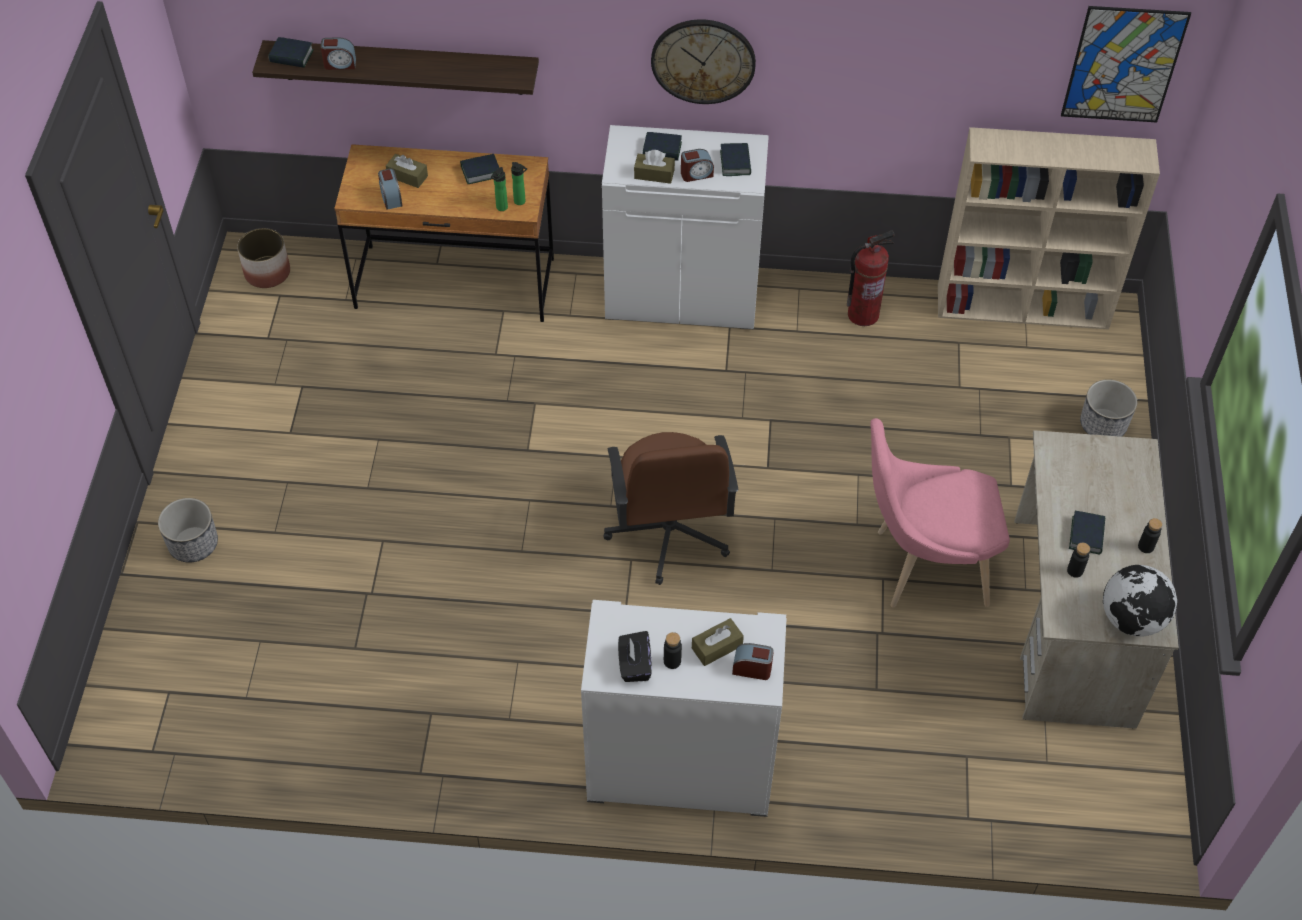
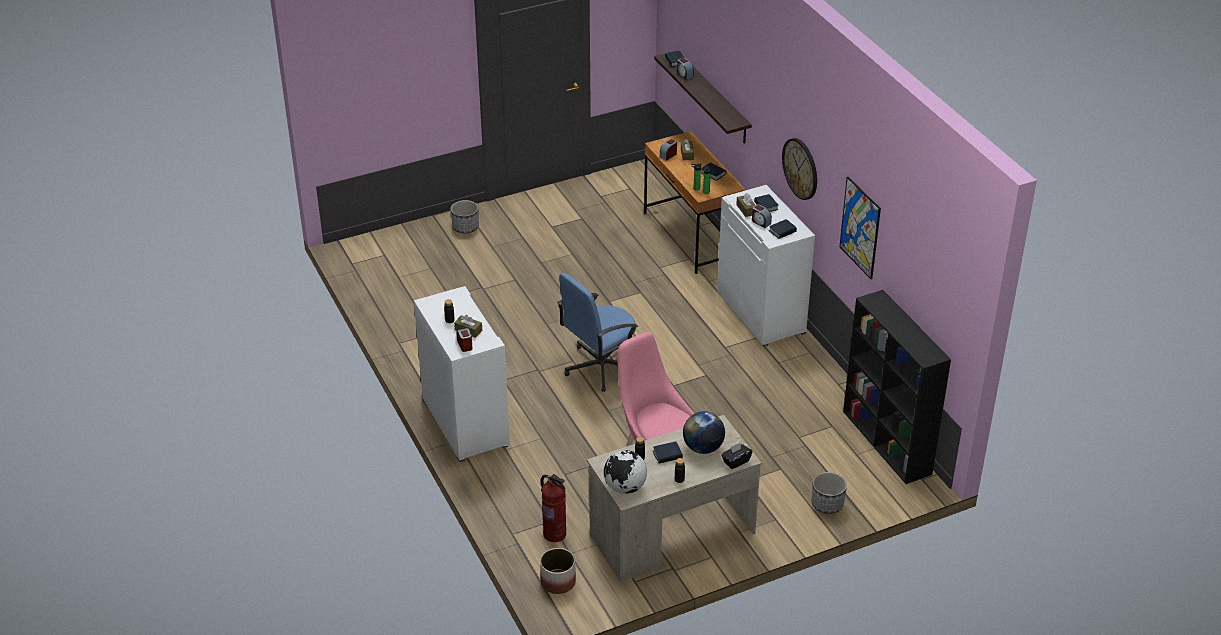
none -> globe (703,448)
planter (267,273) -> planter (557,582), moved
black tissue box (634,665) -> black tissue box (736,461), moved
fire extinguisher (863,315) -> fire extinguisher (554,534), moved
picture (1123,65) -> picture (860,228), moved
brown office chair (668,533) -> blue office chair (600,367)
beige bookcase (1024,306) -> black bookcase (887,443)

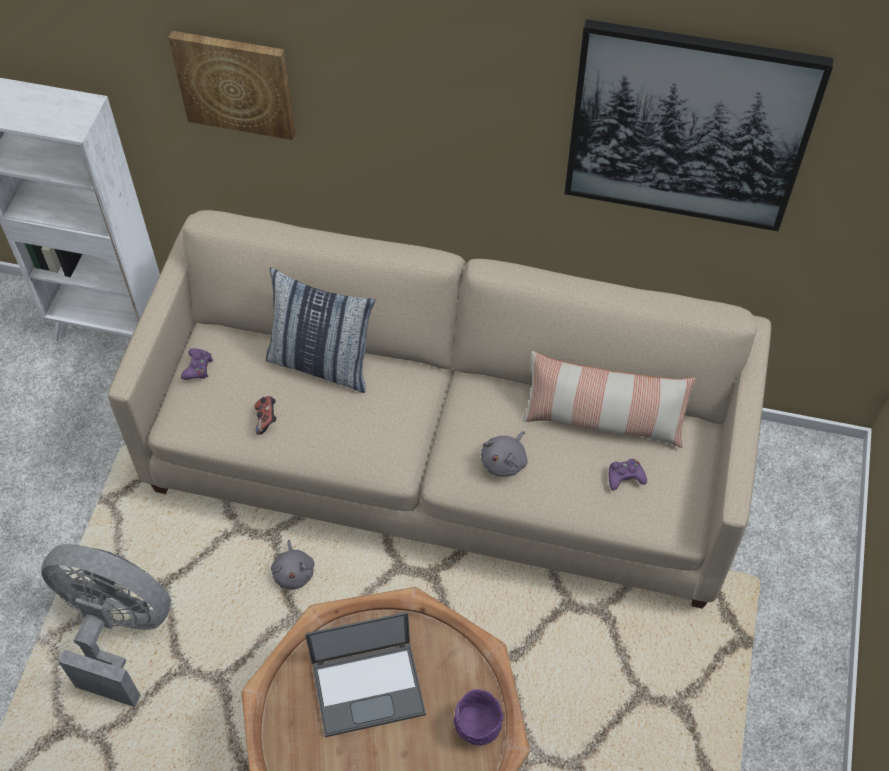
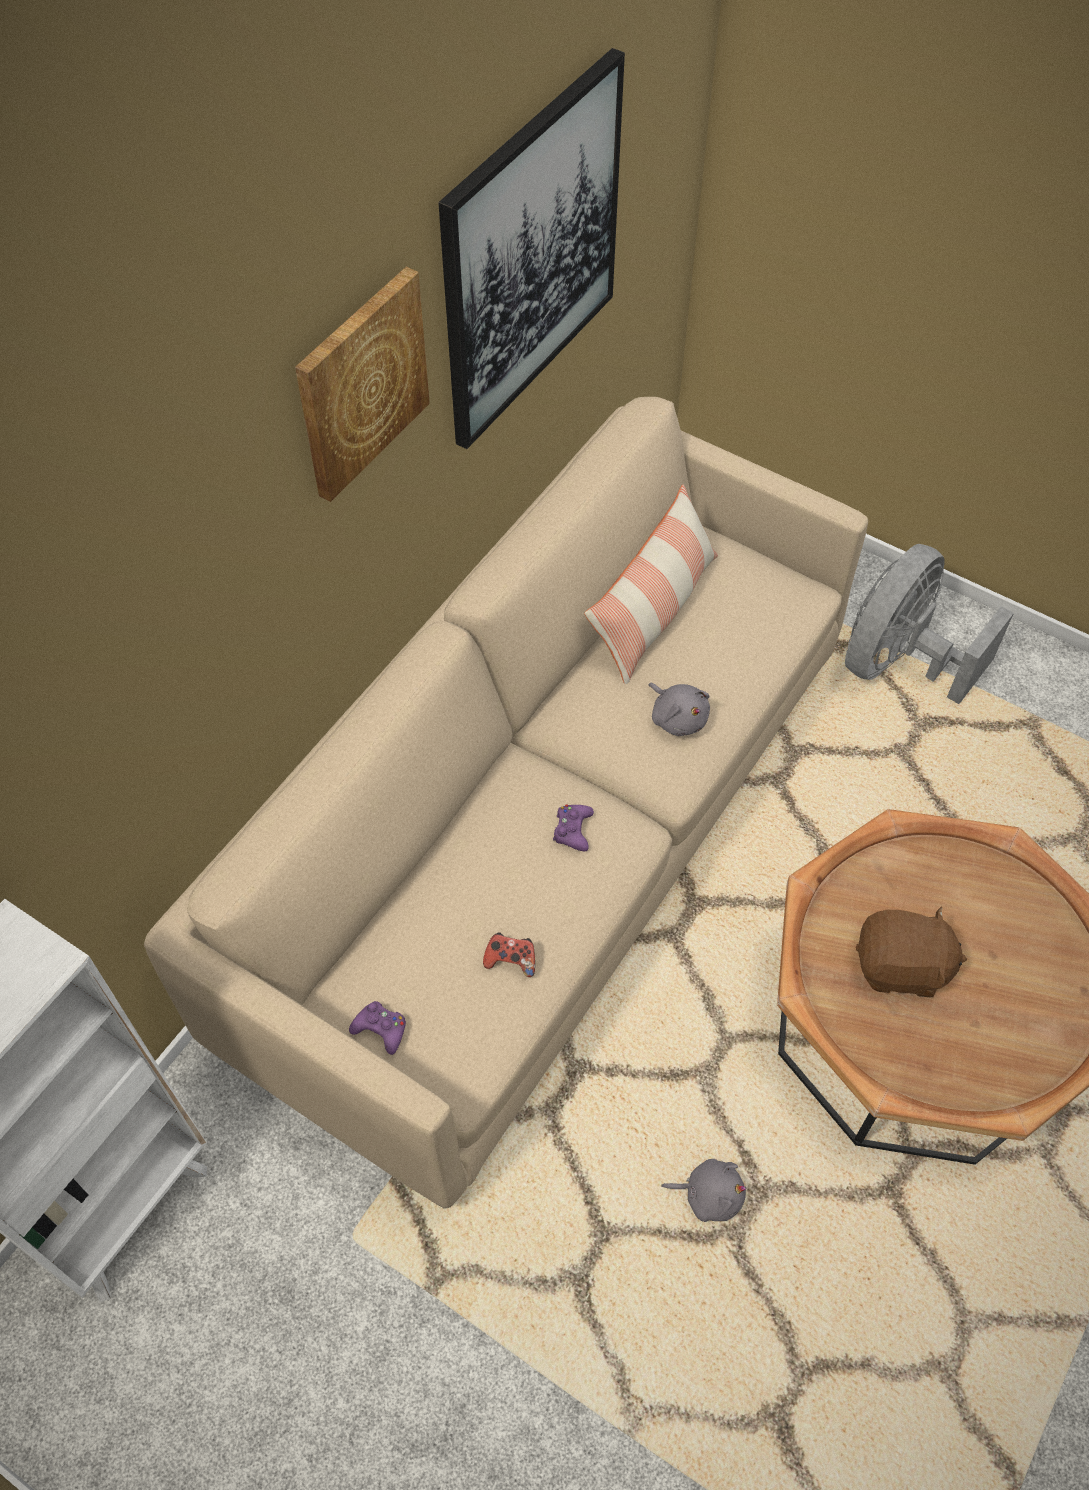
pillow (321,364) -> none
purple bowl (476,728) -> none
grey fan (117,631) -> grey fan (899,663), moved
picture (235,83) -> picture (361,383), moved
grey plush toy (294,572) -> grey plush toy (709,1195), moved
purple game controller (625,477) -> purple game controller (572,830), moved
laptop (369,687) -> brown plush toy (901,967)

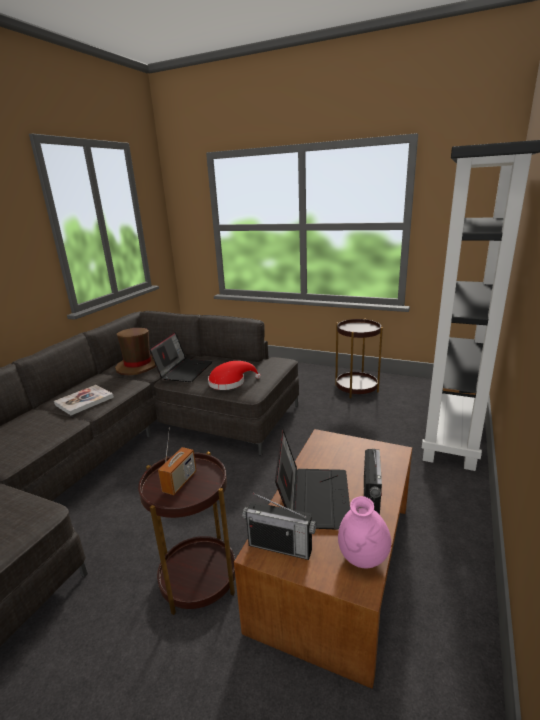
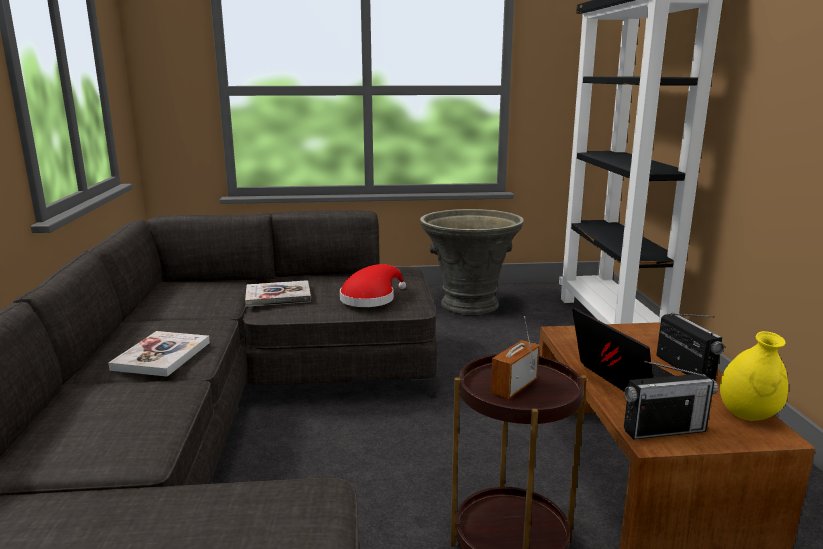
brown hat (138,366) -> none
laptop (184,370) -> book (278,296)
brown side table (356,388) -> grey planter (469,304)
pink vase (362,558) -> yellow vase (748,415)
radio (180,482) -> radio (514,387), 135 degrees counterclockwise

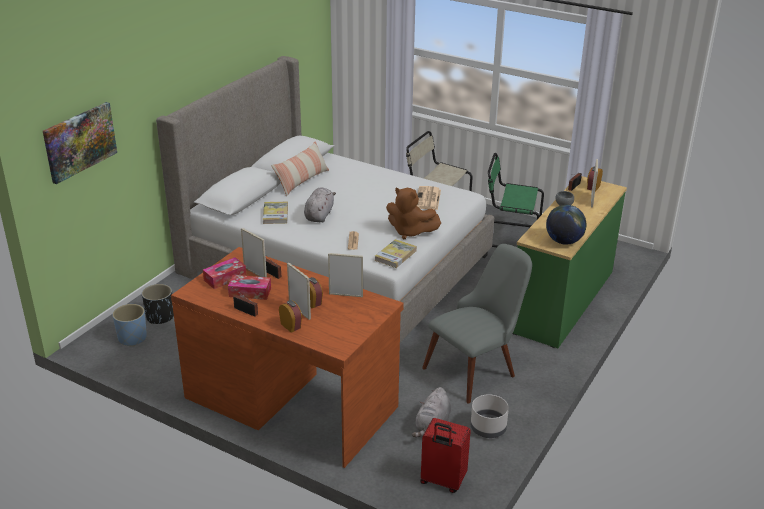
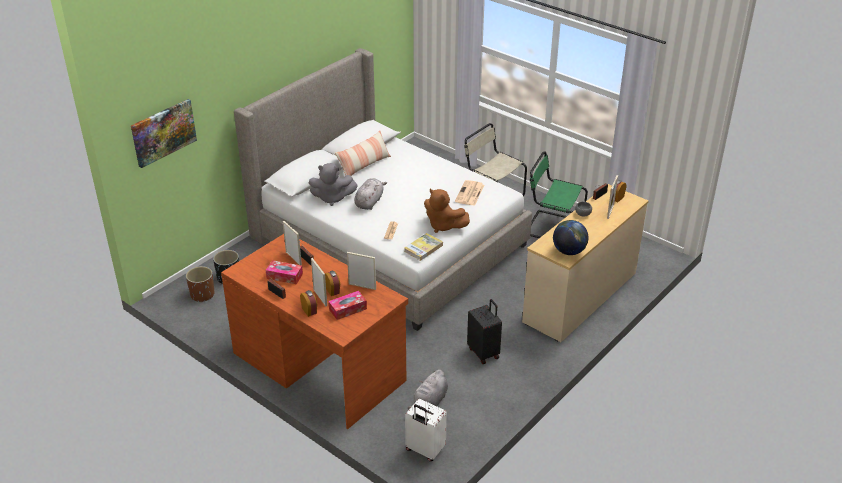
grey planter (488,428) -> none
tissue box (225,278) -> tissue box (348,309), moved
book (275,214) -> grey plush toy (332,198)
grey chair (477,367) -> black suitcase (484,352)
blue planter (132,338) -> brown planter (202,295)
red suitcase (442,481) -> white suitcase (424,450)
green dresser (563,301) -> beige dresser (581,297)

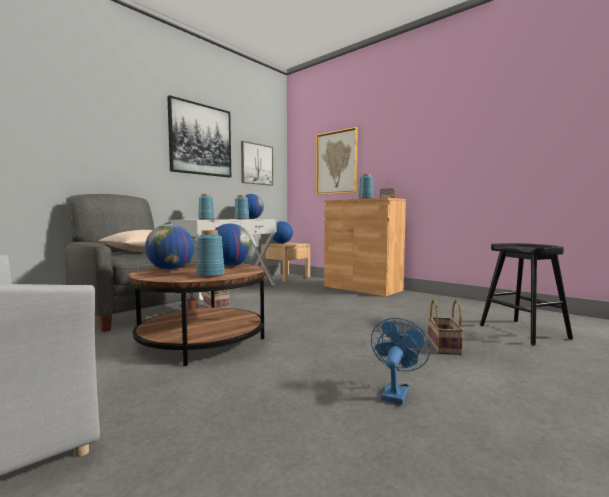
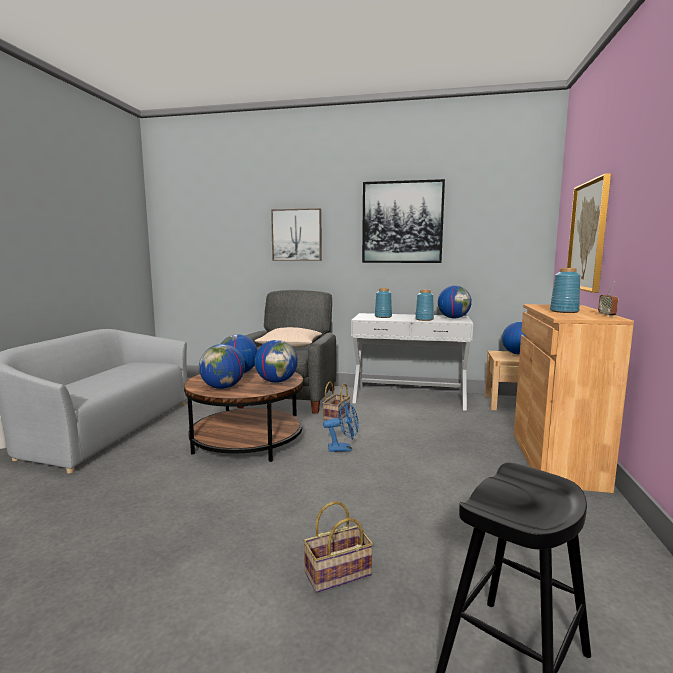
picture (256,164) -> picture (296,235), moved
blue fan (396,392) -> blue fan (343,449), moved
blue vase (210,275) -> globe (223,388)

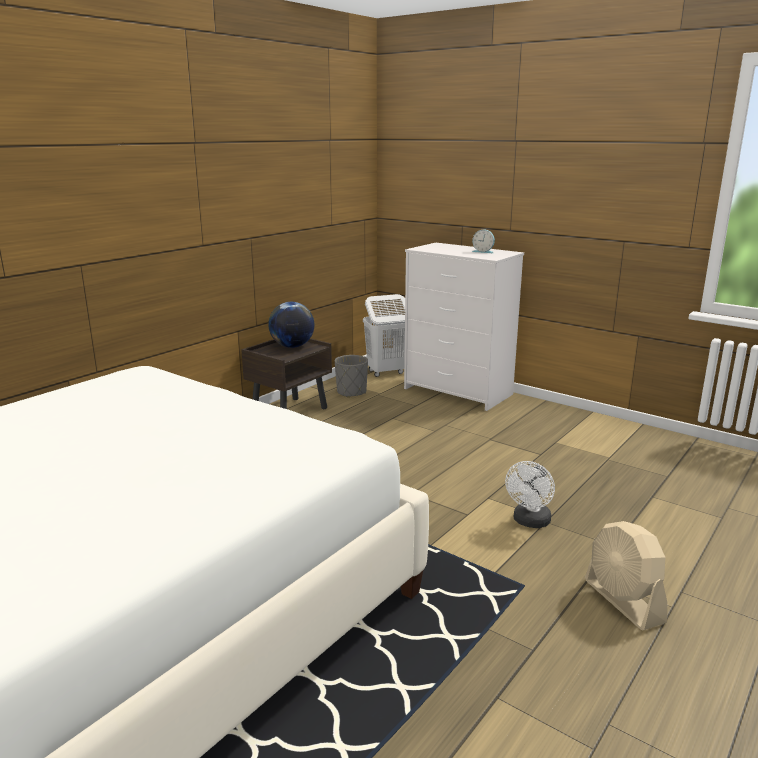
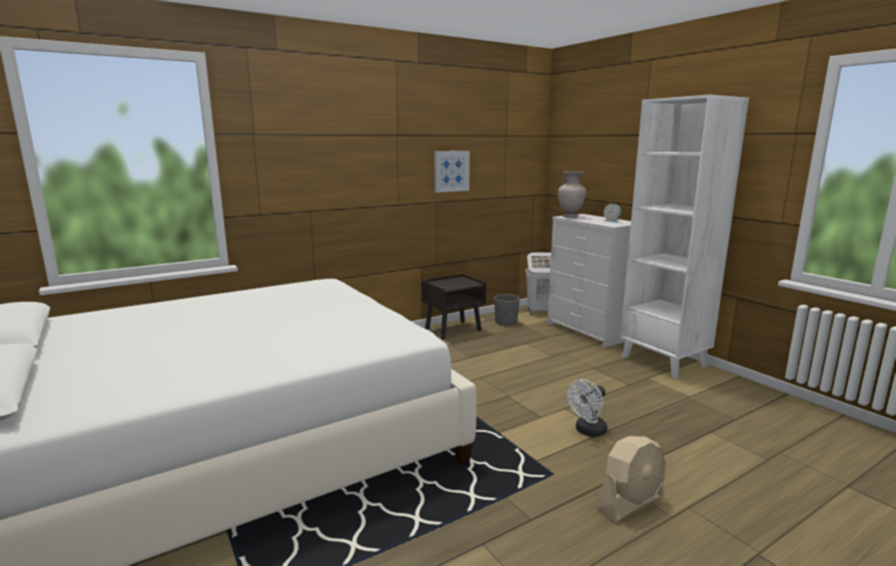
globe (292,346) -> none
none -> picture (451,171)
none -> beige vase (570,217)
none -> white bookcase (664,361)
beige fan (623,601) -> beige fan (630,503), 120 degrees counterclockwise

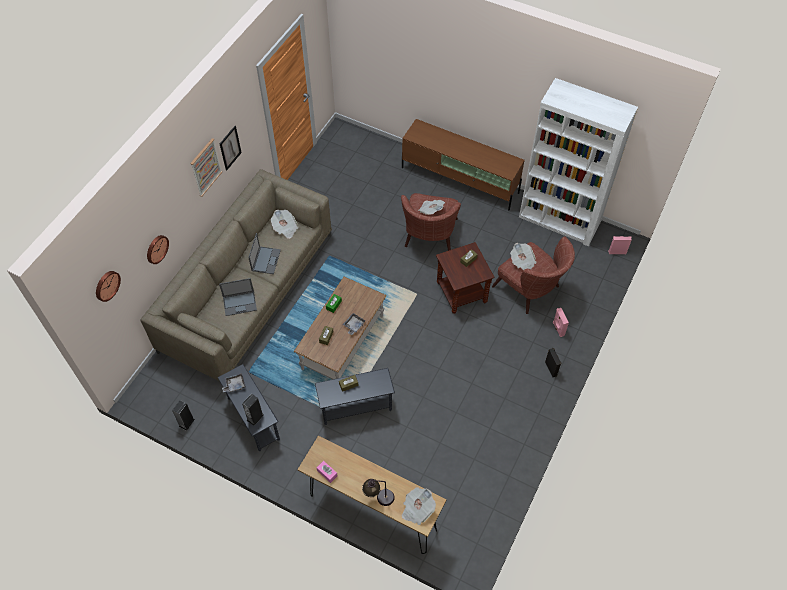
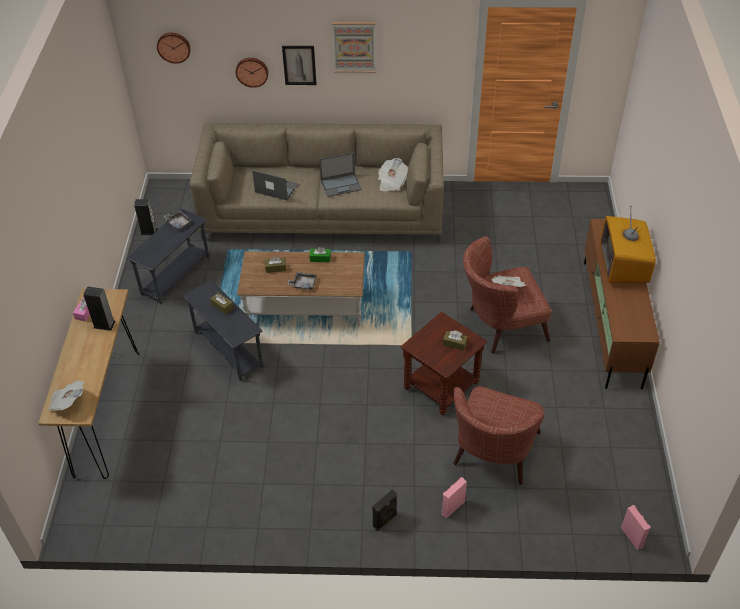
table lamp (378,497) -> none
newspaper (522,262) -> none
white bookcase (559,220) -> none
none -> television (623,266)
picture (230,148) -> picture (299,65), moved
speaker (255,417) -> speaker (104,324), moved
laptop (240,303) -> laptop (276,188), 150 degrees clockwise

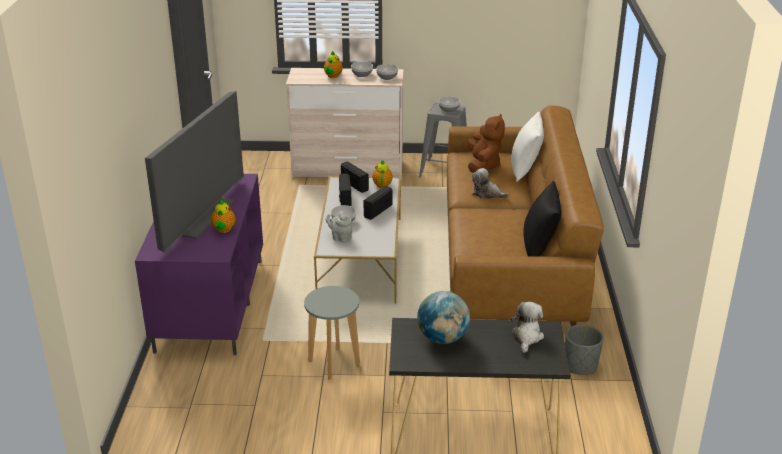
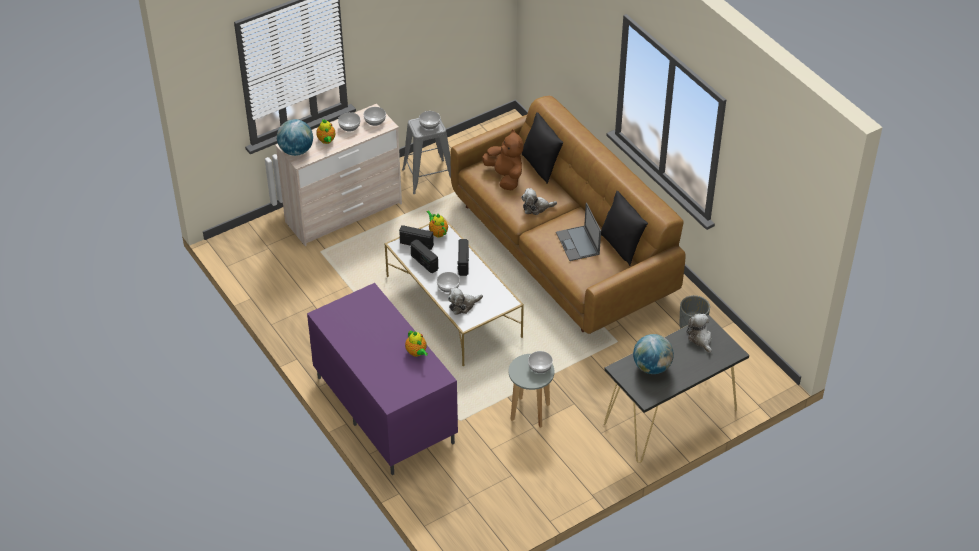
television (199,215) -> none
none -> globe (296,151)
none -> bowl (539,367)
none -> laptop (578,244)
grey teapot (340,238) -> plush toy (463,305)
white pillow (525,170) -> black pillow (541,166)

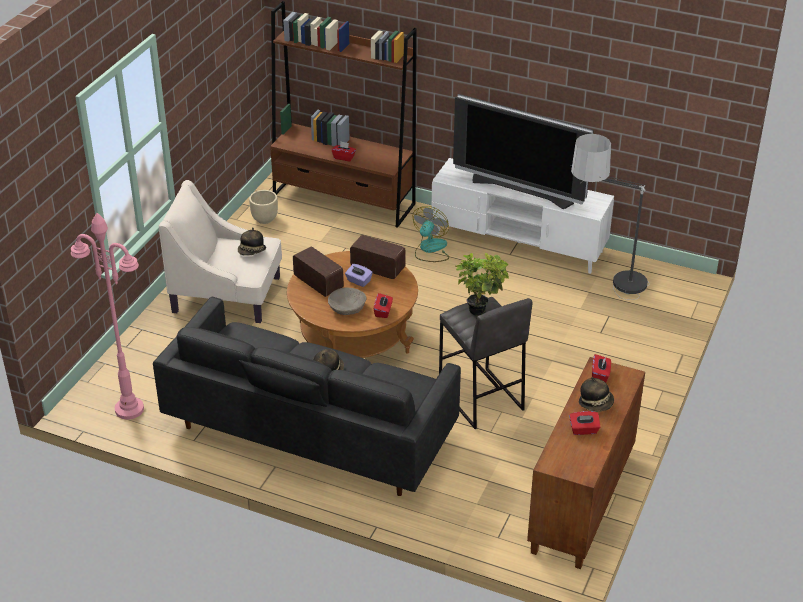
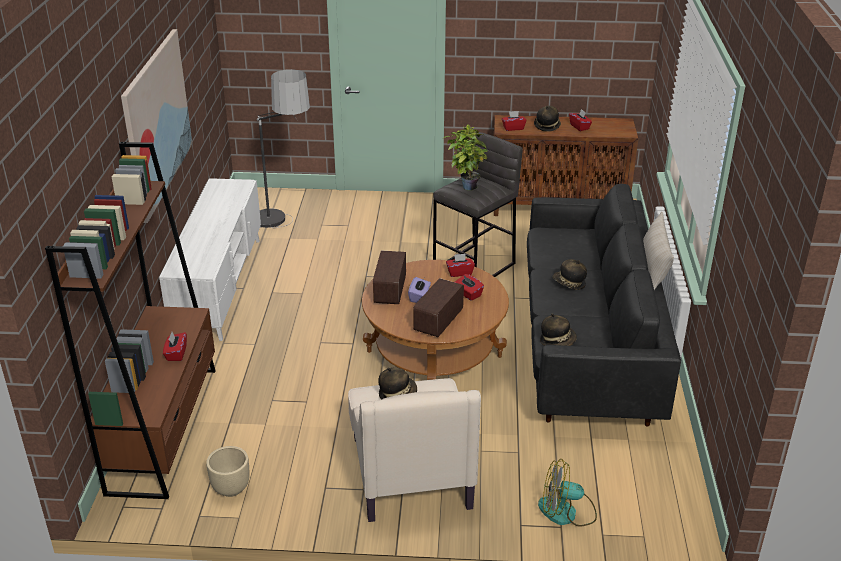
pink floor lamp (129,409) -> none
television (521,191) -> none
none -> picture (157,122)
none -> hat (557,341)
fan (430,249) -> fan (566,512), moved
beige bowl (347,308) -> red tissue box (468,294)
black pillow (284,398) -> beige pillow (654,267)

